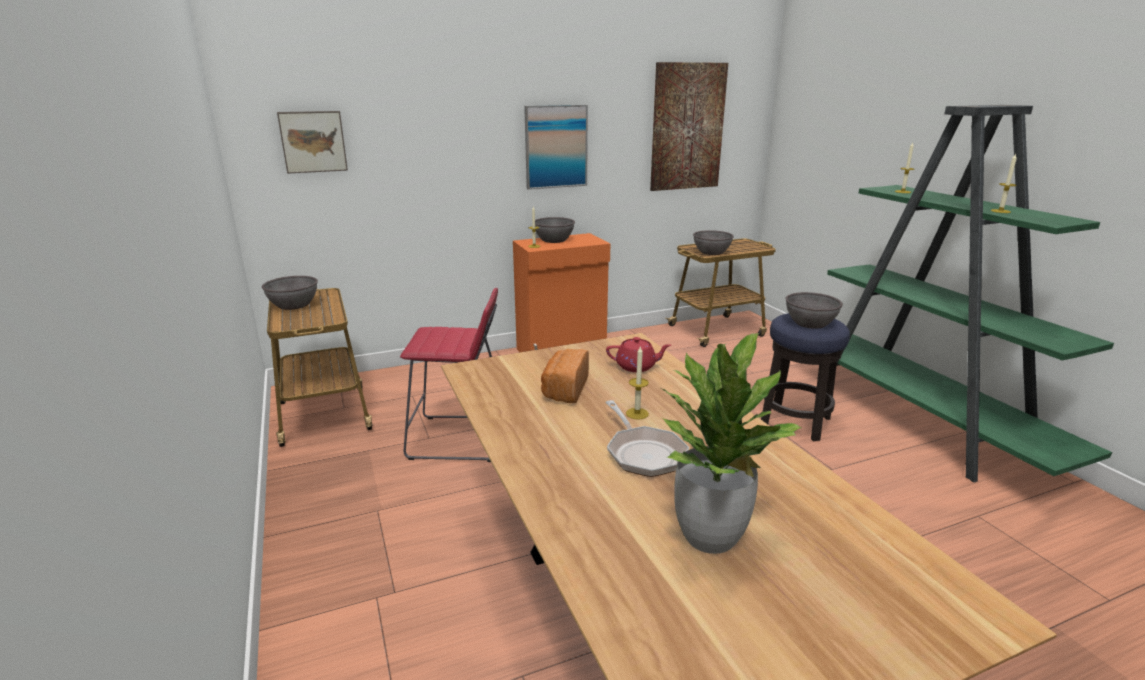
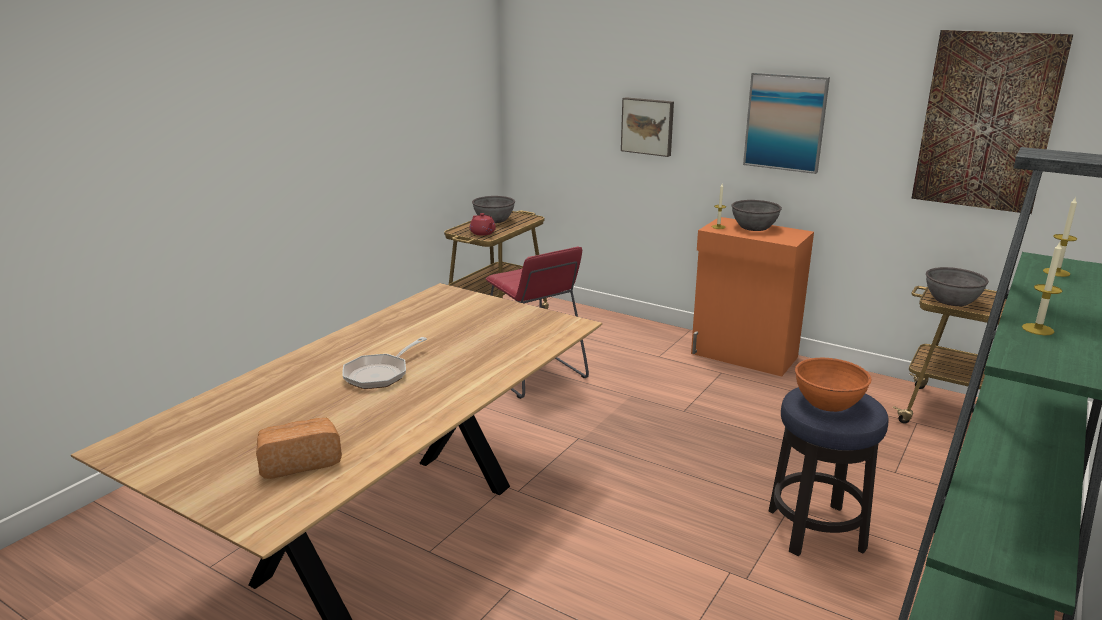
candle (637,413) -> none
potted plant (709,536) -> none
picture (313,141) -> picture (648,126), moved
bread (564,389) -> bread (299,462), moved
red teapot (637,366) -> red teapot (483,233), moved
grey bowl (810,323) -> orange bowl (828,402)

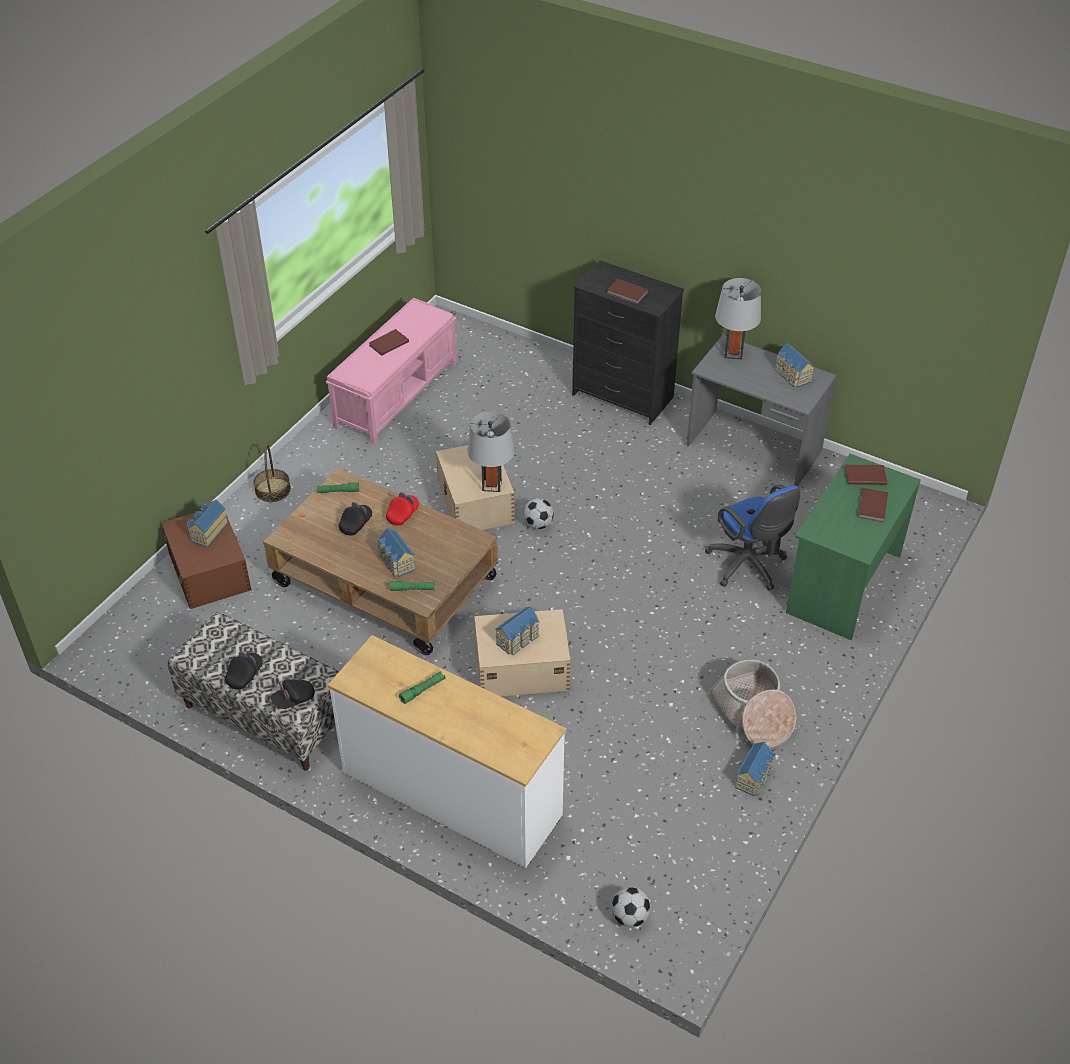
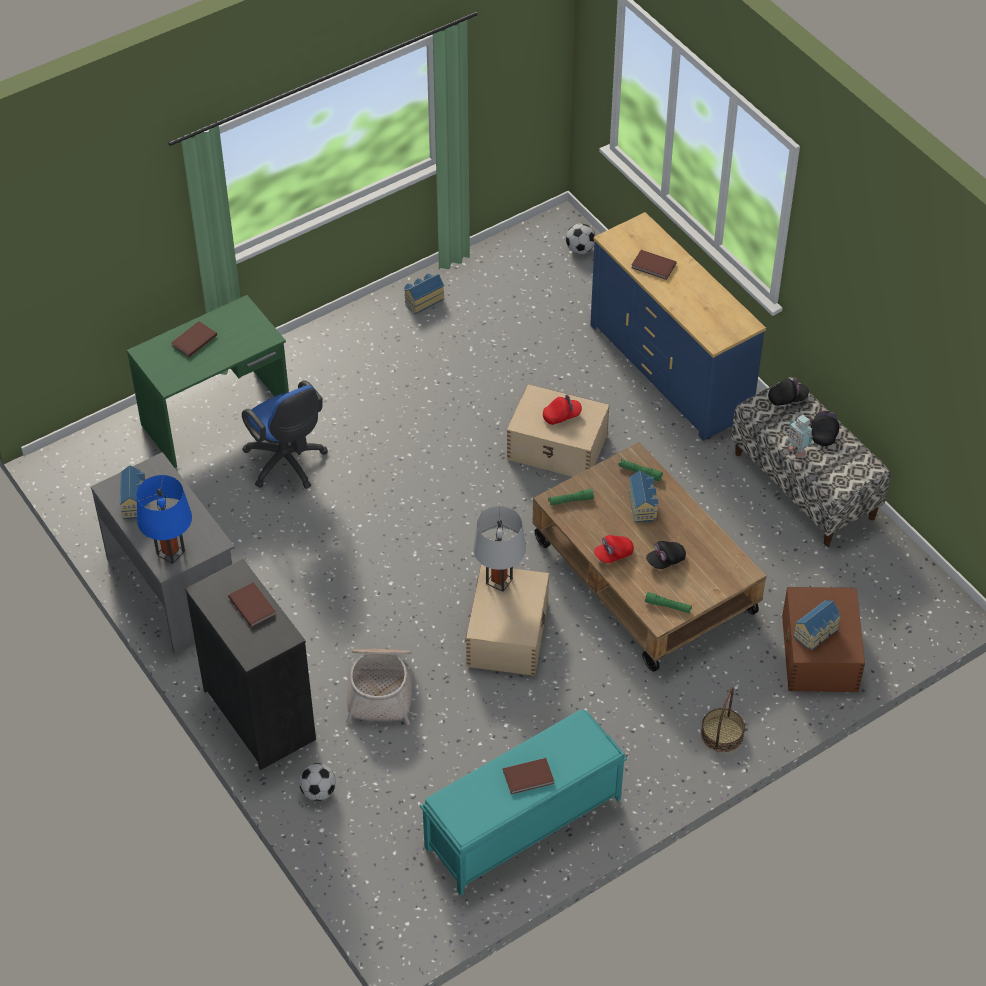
none -> toy robot (797,450)
green flashlight (423,690) -> green flashlight (570,500), moved
football (538,524) -> football (318,791), moved
basket (752,714) -> basket (381,688), moved
brown book (864,475) -> brown book (653,266), moved
toy house (519,639) -> red cap (561,416)
pink bench (397,394) -> turquoise bench (522,824)
white dresser (451,794) -> blue dresser (670,369)
grey table lamp (733,353) -> blue table lamp (170,552)
black cap (245,675) -> black cap (823,433), 135 degrees clockwise
blue office chair (748,567) -> blue office chair (287,464), 150 degrees clockwise

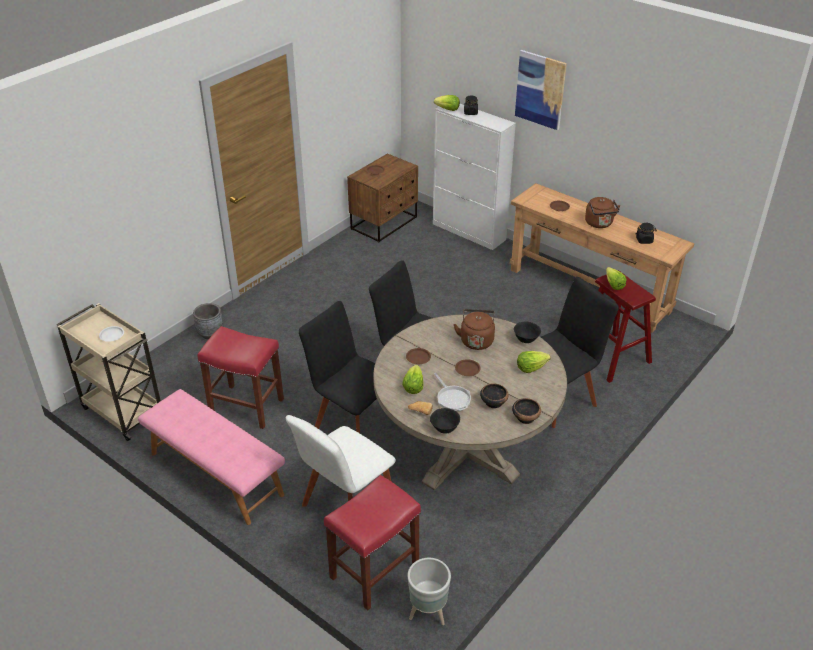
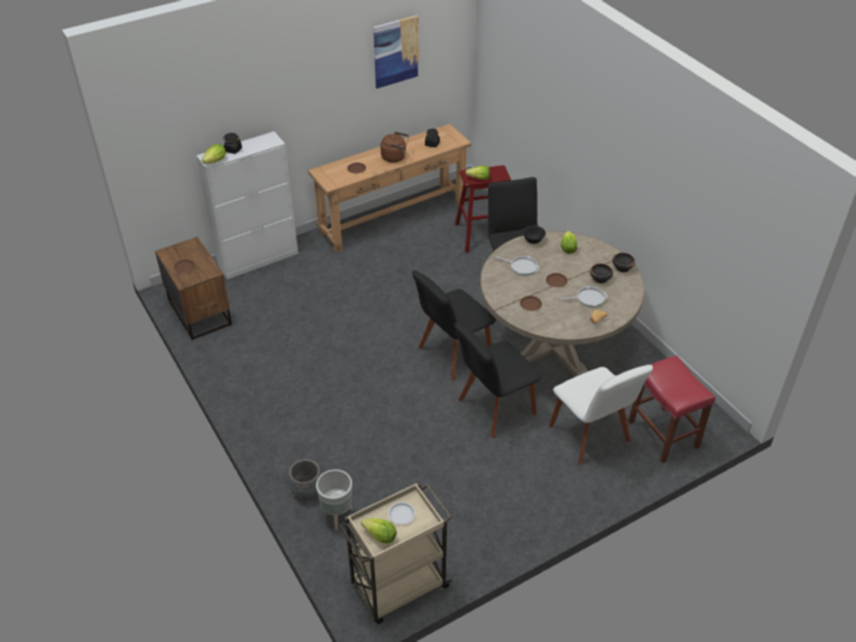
pink bench (215,474) -> none
red stool (248,406) -> none
black bowl (444,429) -> none
lettuce (413,387) -> lettuce (380,536), moved
grey planter (428,614) -> grey planter (338,516), moved
picture (540,90) -> picture (396,51), moved
brown kettle (476,340) -> frying pan (521,267)

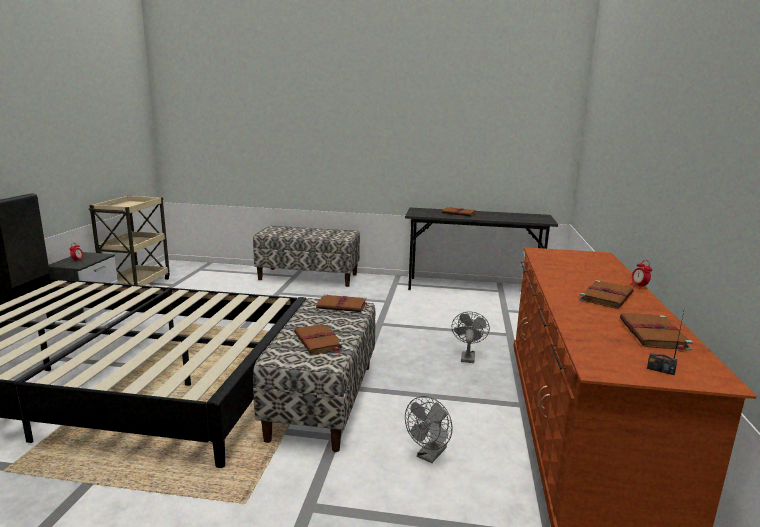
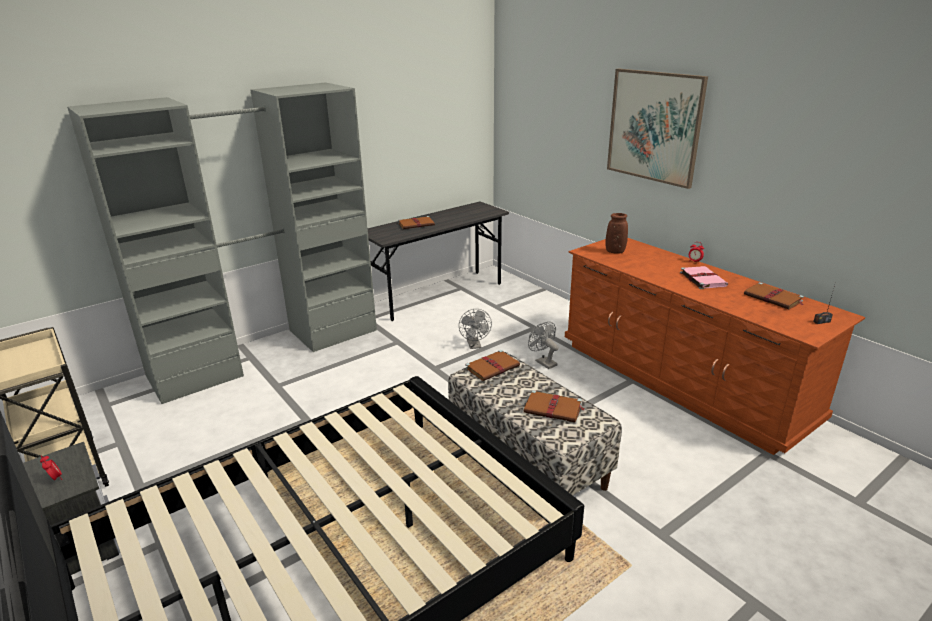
none -> brown vase (615,251)
none -> picture (654,126)
grey fan (429,456) -> grey fan (475,345), moved
bench (308,277) -> grey wardrobe (269,351)
brown book (606,296) -> pink book (702,279)

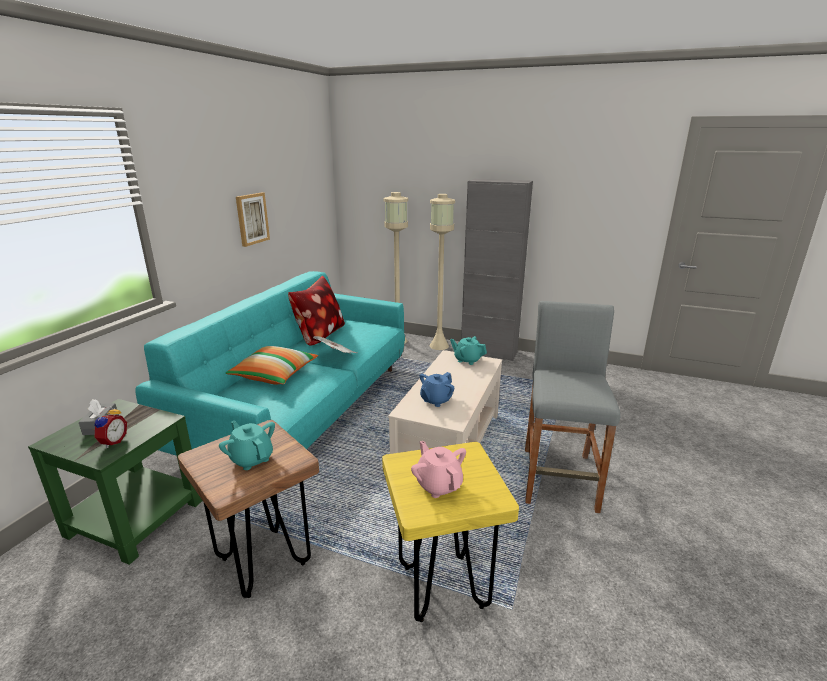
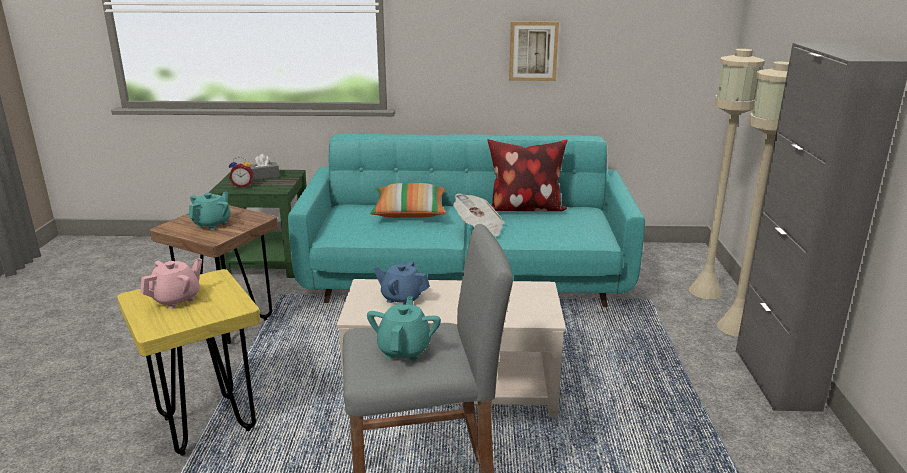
turquoise teapot (467,360) -> turquoise teapot (404,349), moved

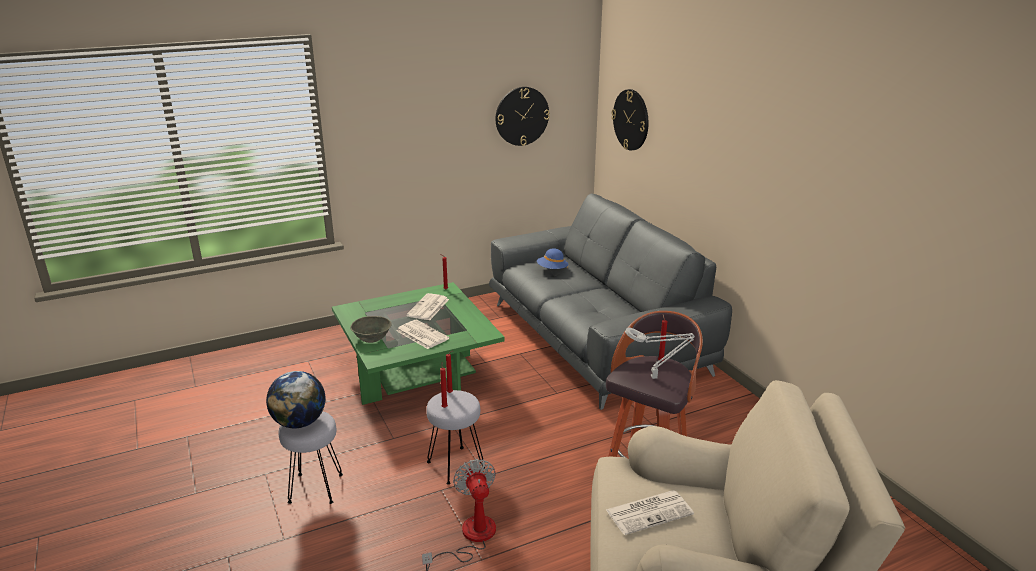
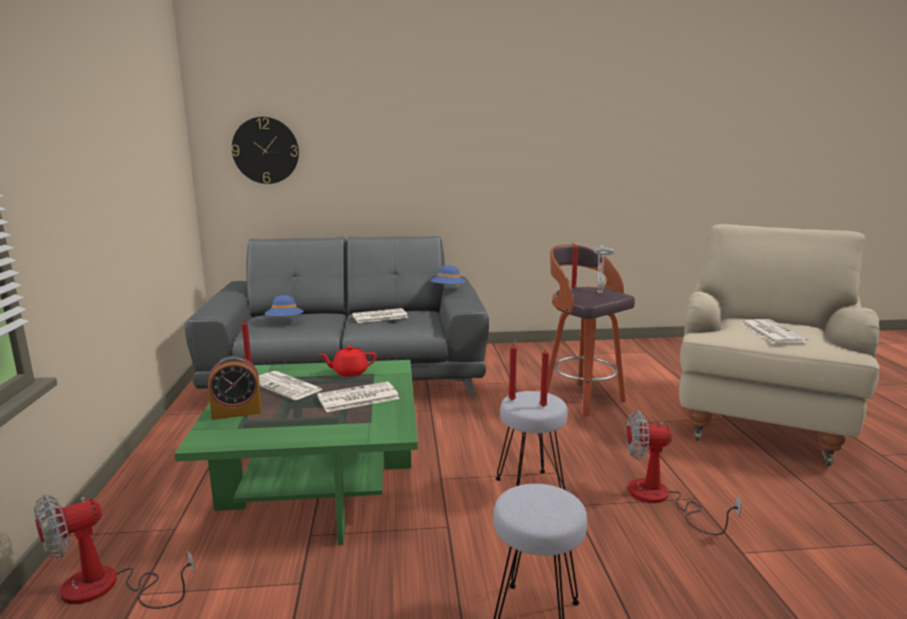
globe (299,422) -> none
grey bowl (372,338) -> none
wall clock (522,116) -> none
none -> fan (106,588)
none -> alarm clock (237,412)
none -> red teapot (349,372)
none -> newspaper (379,316)
none -> blue hat (448,290)

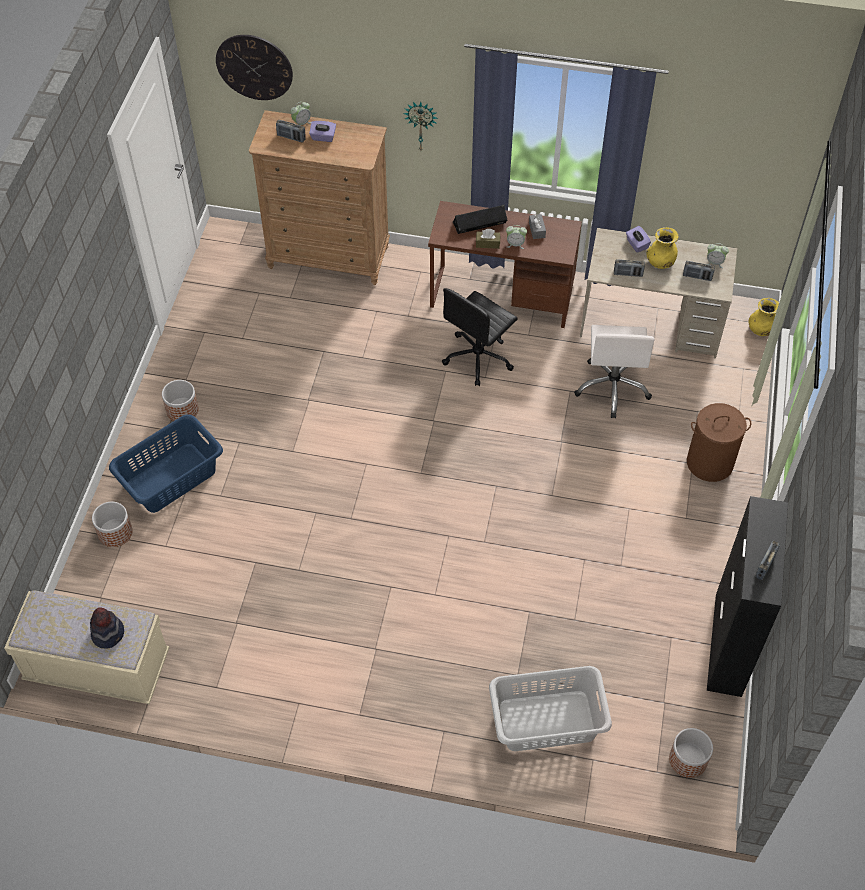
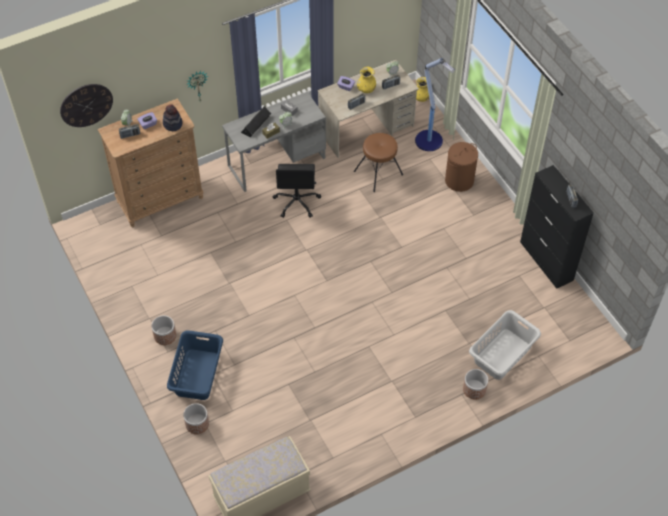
none -> floor lamp (429,141)
hat (108,633) -> hat (173,124), moved
planter (688,760) -> planter (474,389), moved
white office chair (612,387) -> brown stool (378,173)
brown desk (502,296) -> grey desk (277,162)

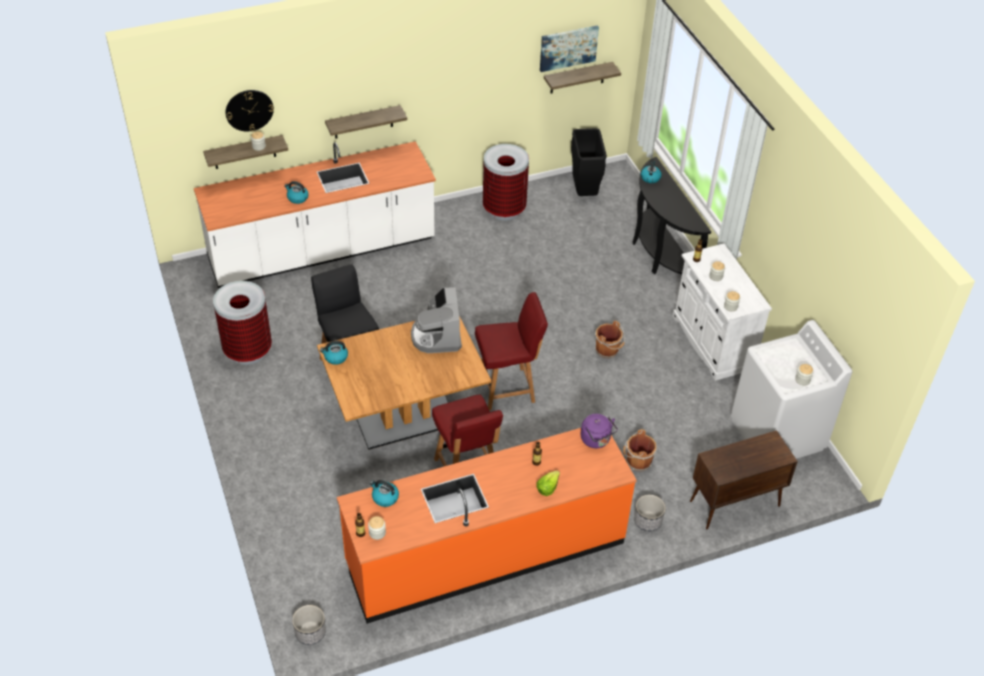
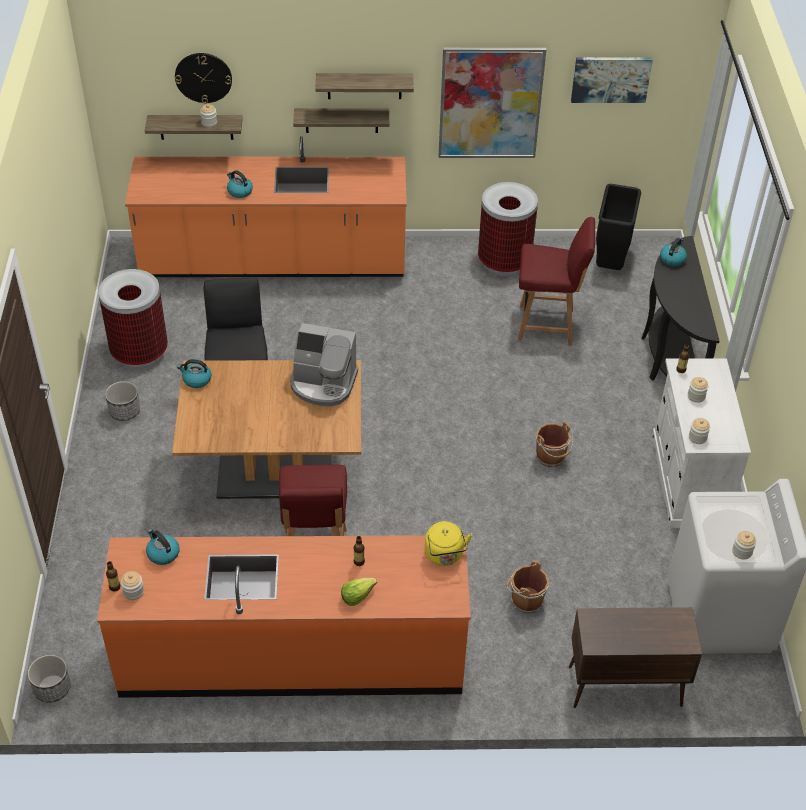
none -> picture (490,103)
red chair (507,388) -> red chair (547,325), moved
shelf (577,78) -> shelf (364,86), moved
planter (647,521) -> planter (125,411), moved
white counter (322,250) -> orange counter (273,262)
purple kettle (596,440) -> yellow kettle (445,556)
coffee machine (437,335) -> coffee machine (323,384), 90 degrees counterclockwise

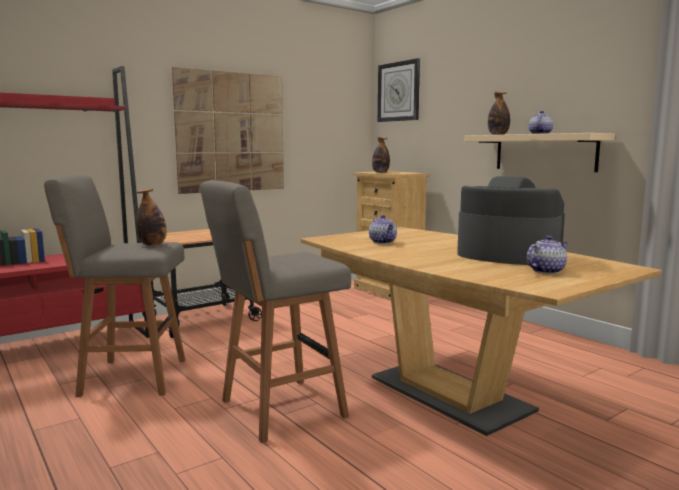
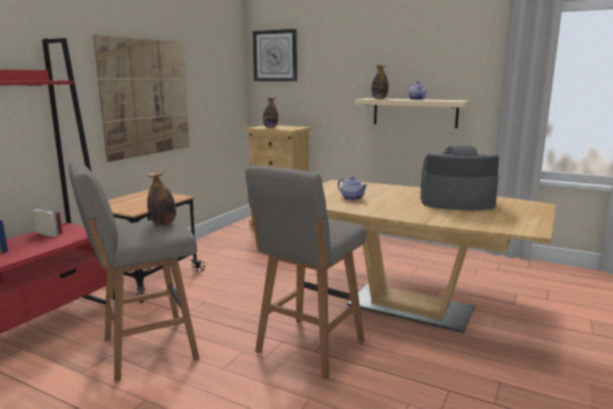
teapot (545,271) -> none

